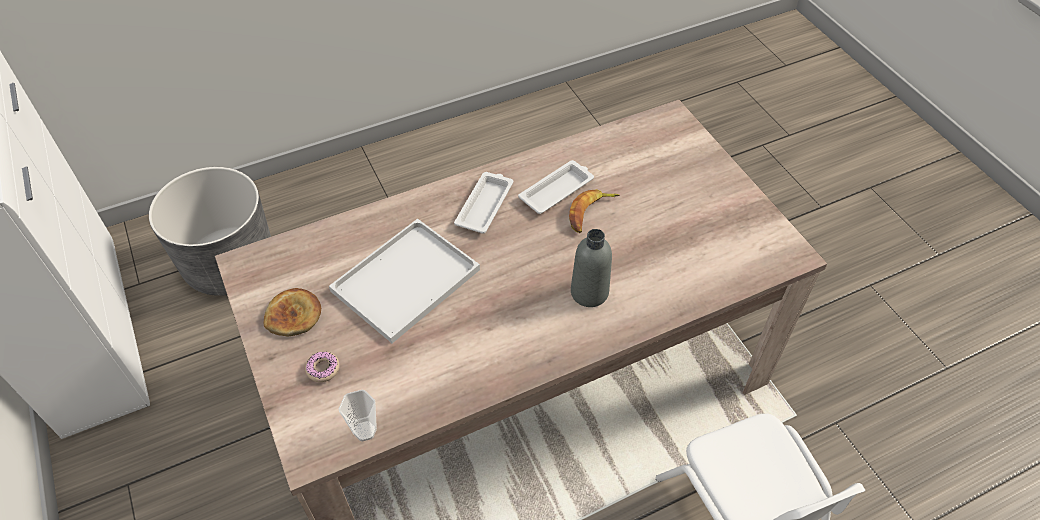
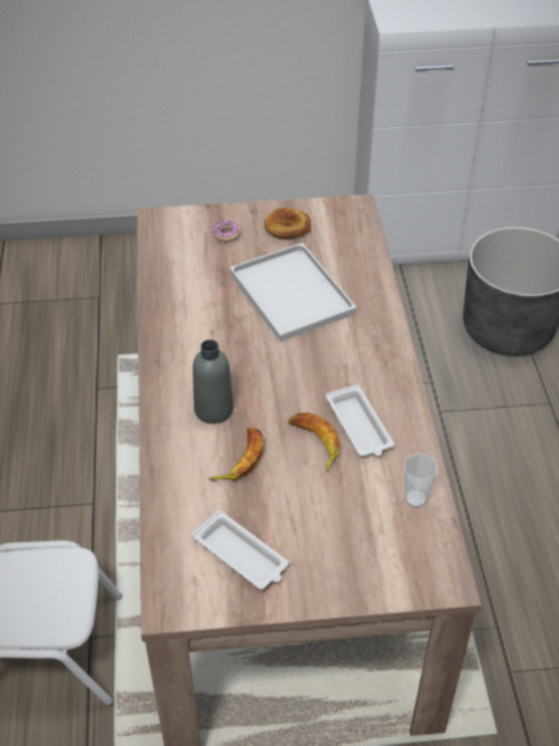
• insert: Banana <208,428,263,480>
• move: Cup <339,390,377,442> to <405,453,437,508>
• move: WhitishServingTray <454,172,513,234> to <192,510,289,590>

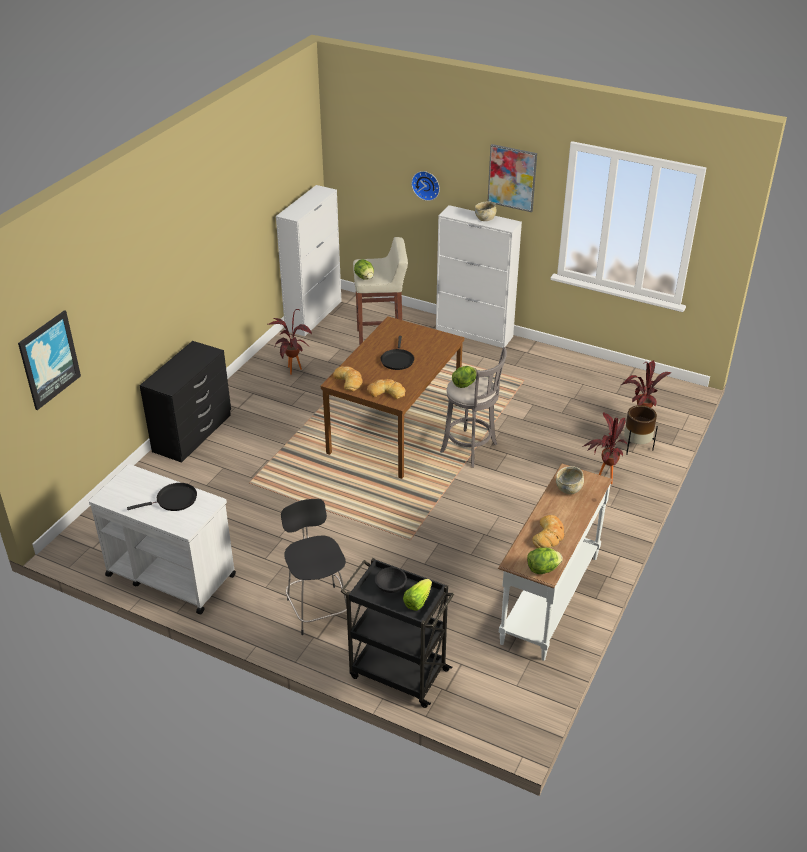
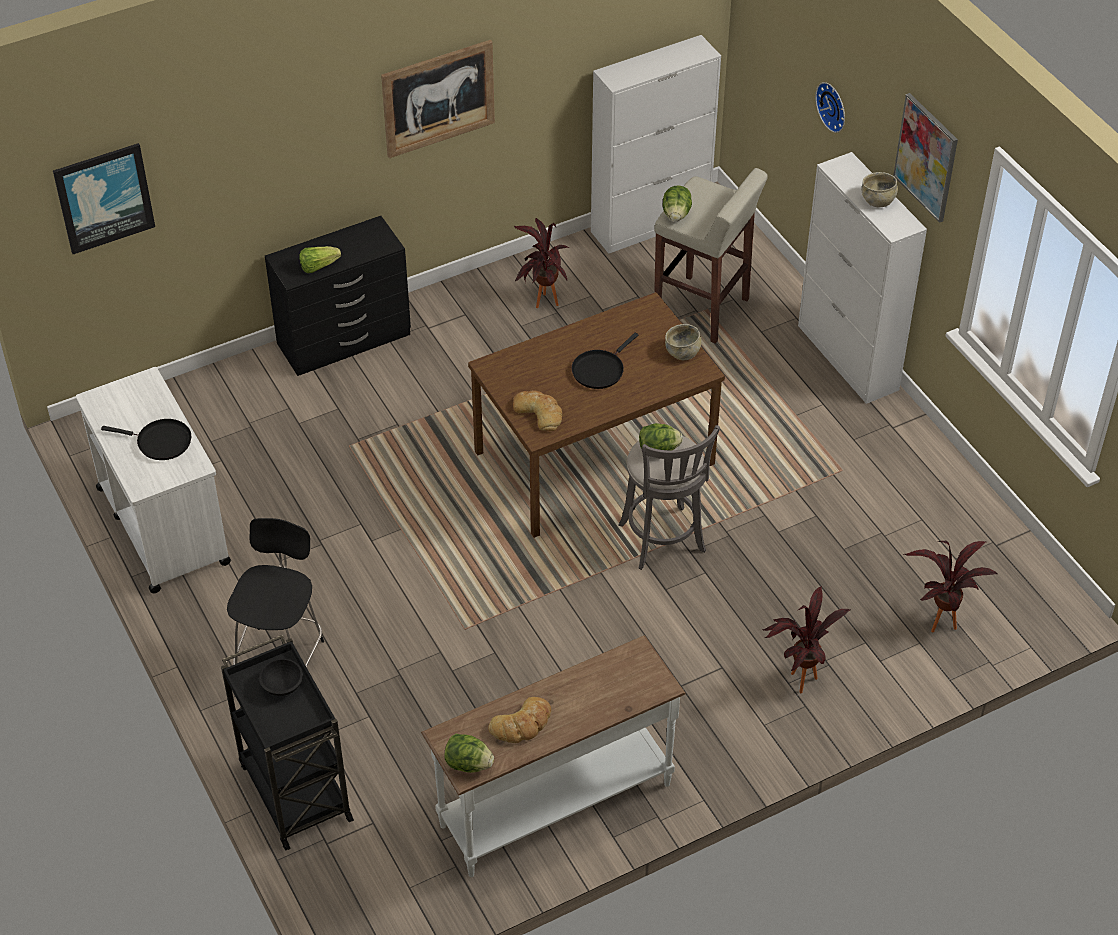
• delete: BakedBread <333,366,363,391>
• delete: BrownishPlanter <624,405,658,455>
• insert: WallArt <381,40,495,158>
• move: Lettuce <403,579,432,611> to <299,246,341,273>
• move: BeigeBowl <556,466,584,494> to <665,324,702,360>

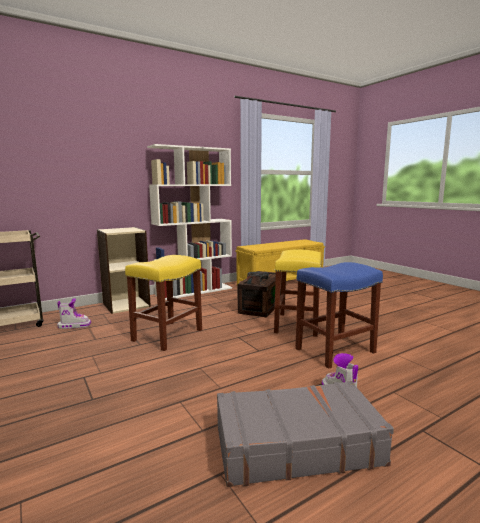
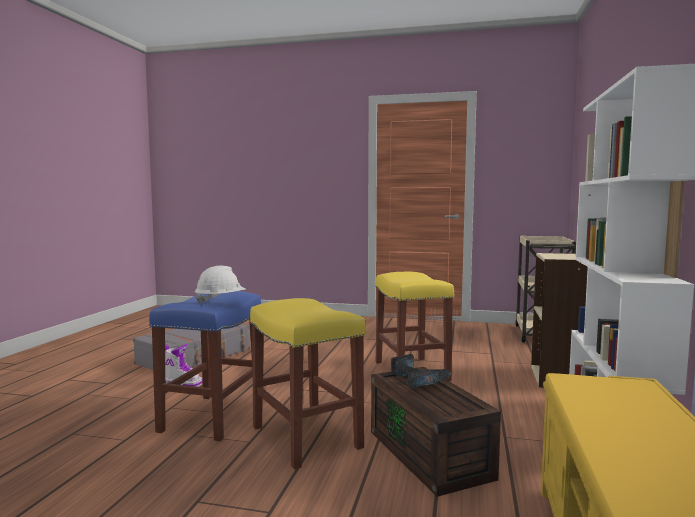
• delete: Boot <57,298,91,329>
• insert: WhitishWorkHelmet <195,266,246,304>

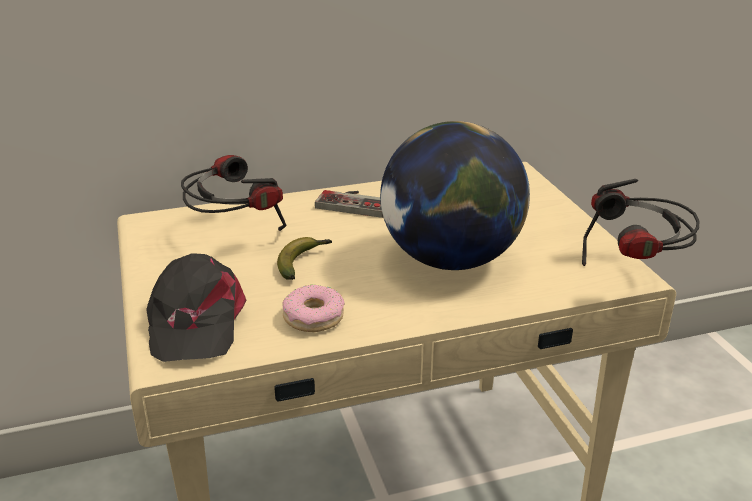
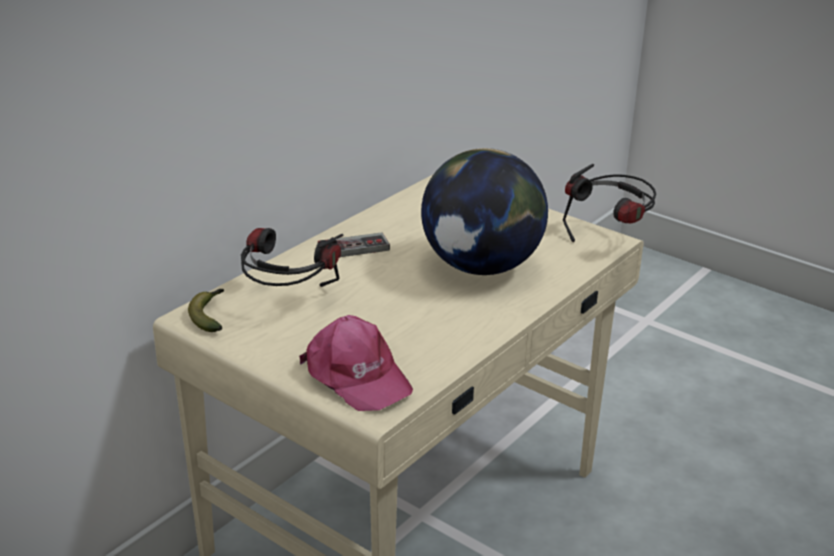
• delete: Donut <282,285,345,332>
• move: Banana <277,237,332,280> to <188,289,224,332>
• recolor: BlackColouredCap <146,253,246,362> to PinkishCap <299,315,413,411>

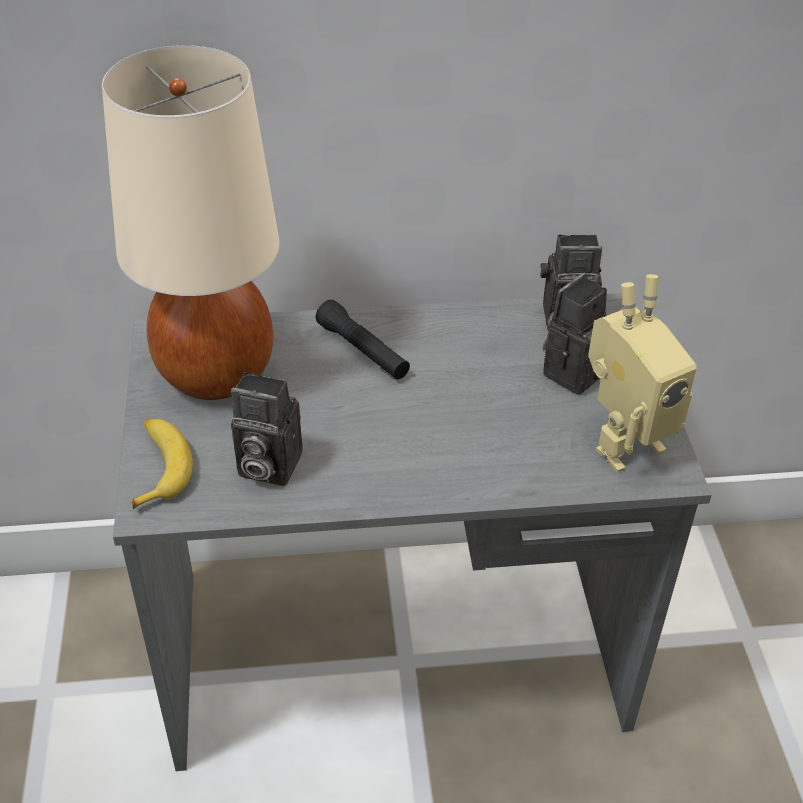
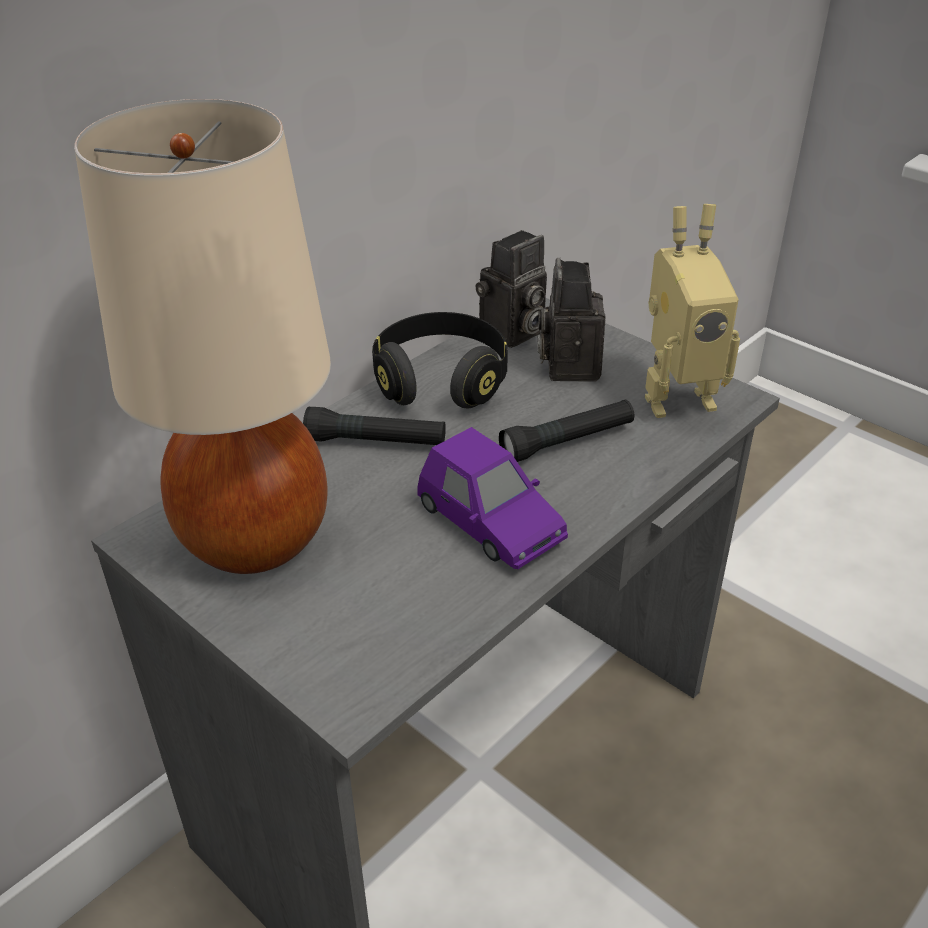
• delete: Banana <132,419,193,509>
• delete: PhotoCamera <231,372,303,486>
• insert: BlackColouredPairOfHeadphones <372,312,508,408>
• insert: PurpleMiniatureCar <417,427,568,569>
• insert: BlackColouredTorch <499,400,634,462>
• rotate: ToyRobot <588,274,697,473> = <645,204,740,418> 60 degrees clockwise

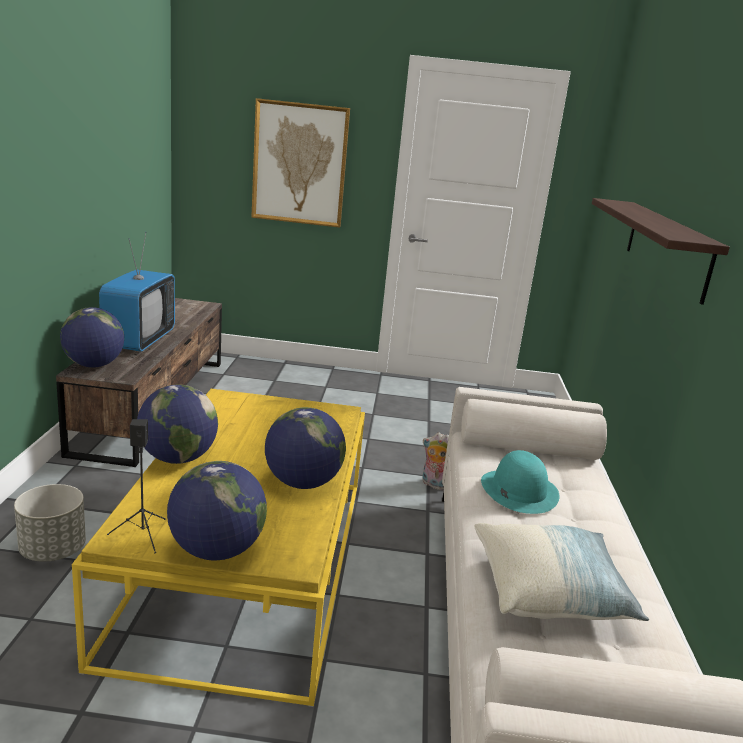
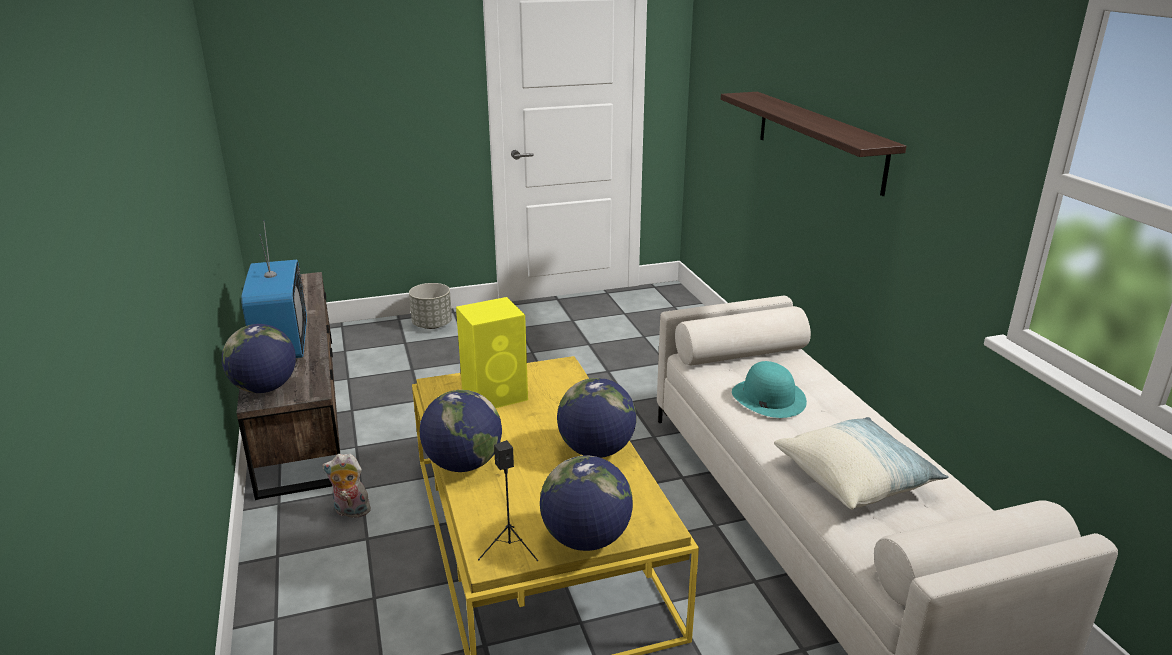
• delete: WallArt <251,98,350,228>
• insert: YellowSpeaker <456,297,528,408>
• move: GrayPlanter <14,484,86,562> to <409,283,452,329>
• move: SoftToy <422,433,449,490> to <322,454,373,518>

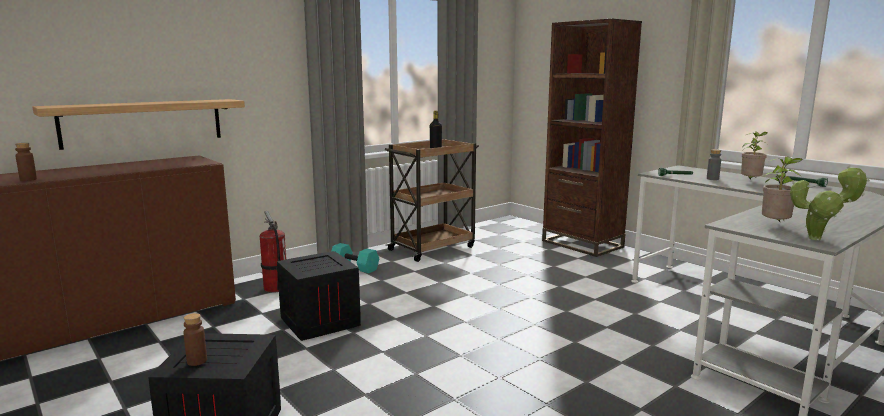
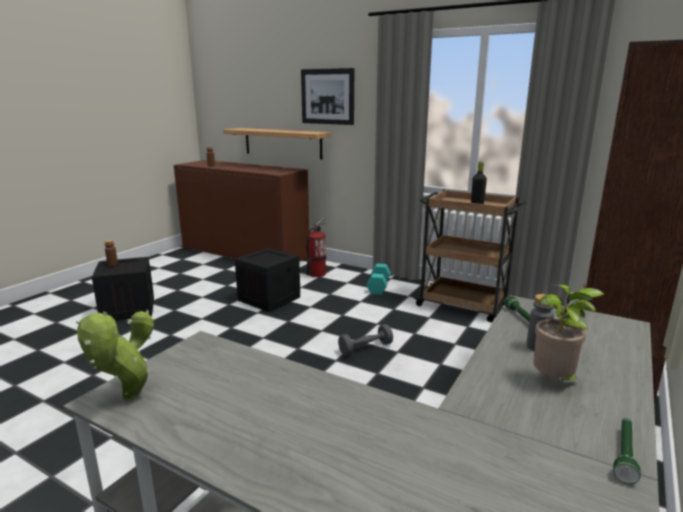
• delete: Houseplant <762,157,803,222>
• insert: WallArt <301,68,354,125>
• insert: GrayFreeWeight <338,324,393,356>

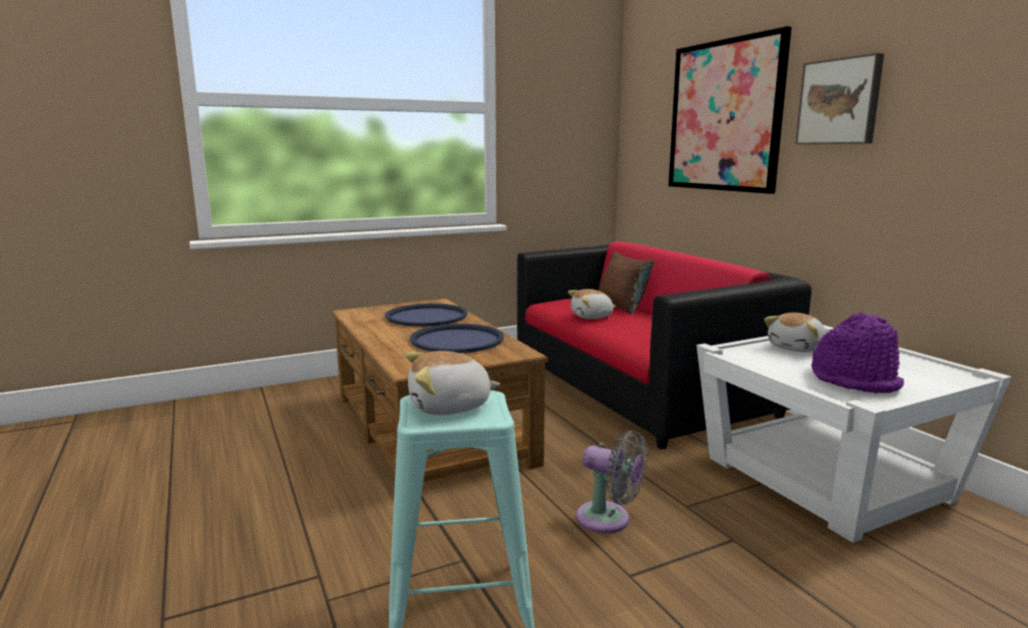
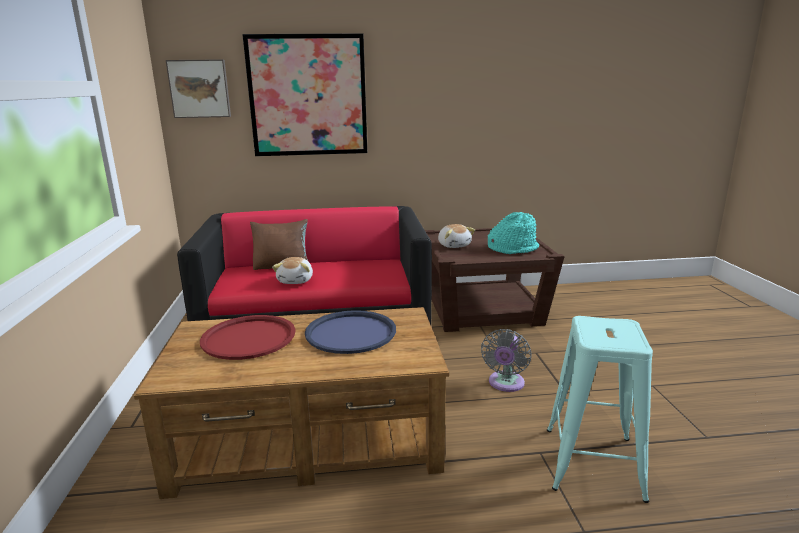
• delete: SoftToy <405,351,500,415>
• move: WallArt <795,53,884,144> to <166,59,231,118>
• recolor: BlueServingTray <385,303,468,326> to ReddishServingTray <200,315,296,360>
• recolor: WhitishEndTable <697,325,1012,543> to BrownishEndTable <425,228,565,332>
• recolor: PurpleHat <811,312,904,393> to BlueGreenHat <488,212,539,254>
• rotate: GrayCoolingFan <576,430,648,533> = <481,329,531,392> 150 degrees clockwise

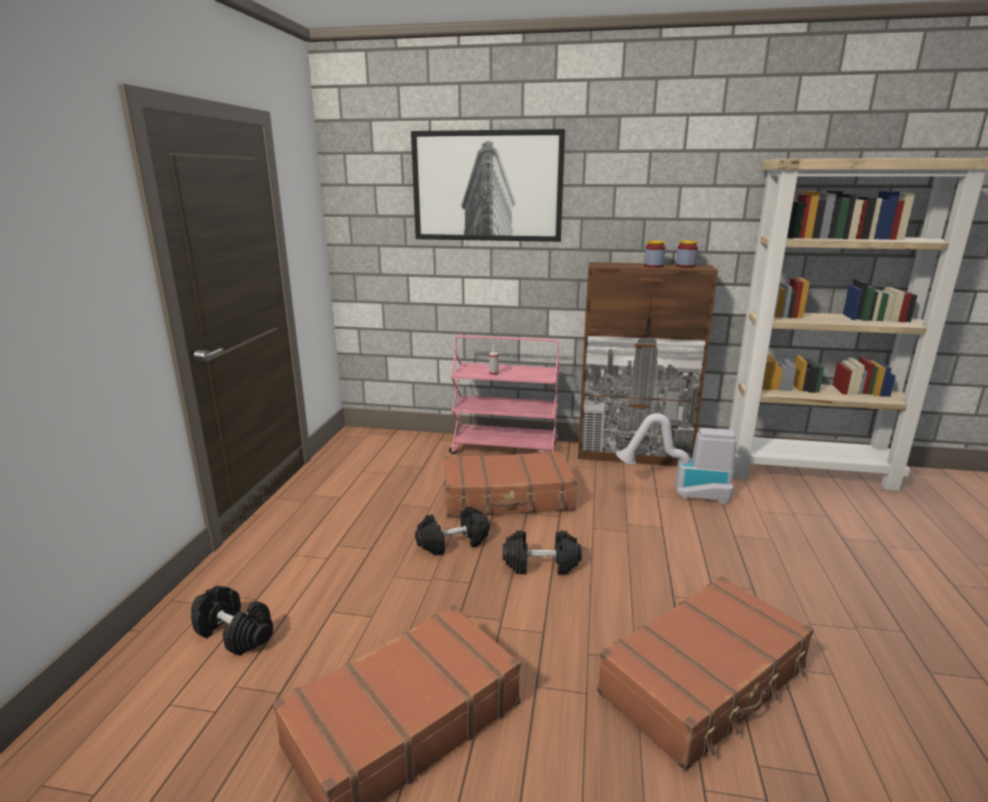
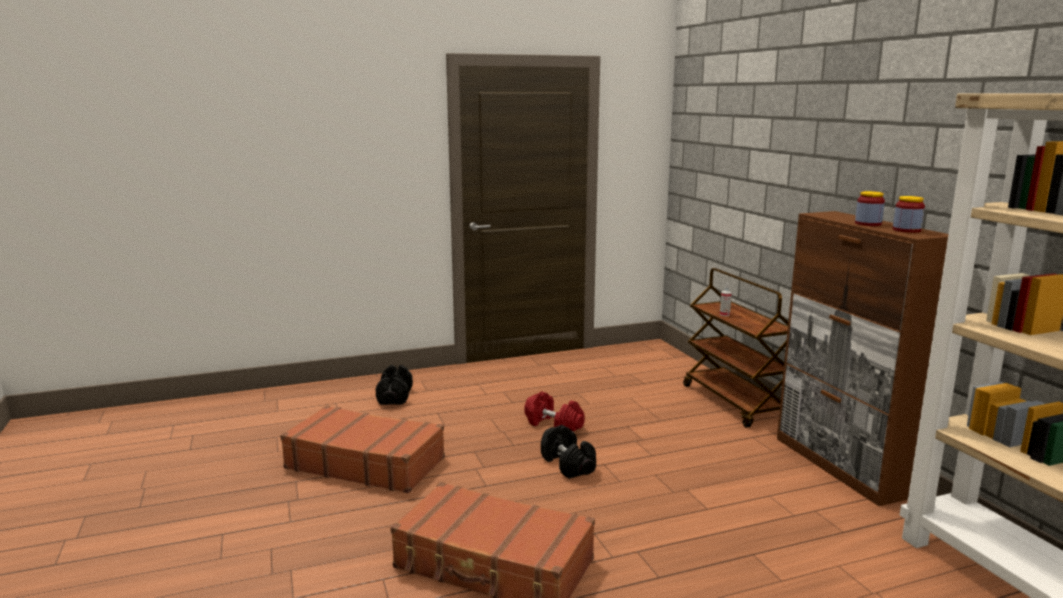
• delete: WallArt <411,129,565,242>
• delete: BrownishPieceOfLuggage <444,451,577,517>
• delete: Vacuum <616,413,737,504>
• recolor: BlackColouredFreeWeight <415,506,490,555> to ReddishFreeWeight <525,391,585,431>
• recolor: PinkishCart <449,335,559,454> to BrownishCart <683,268,788,428>

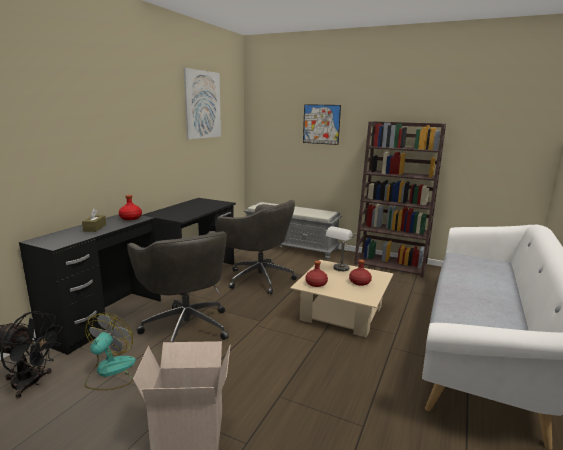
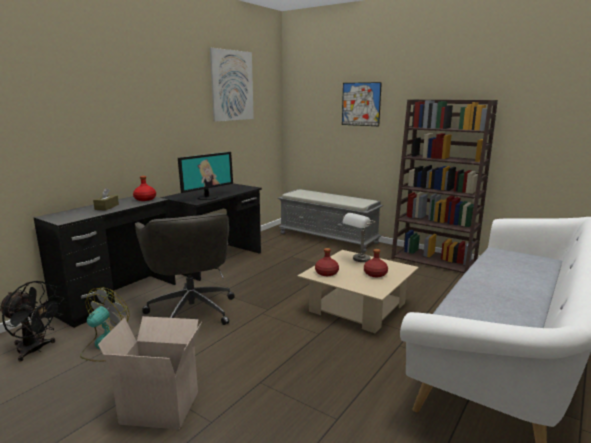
• delete: GrayOfficeChair <215,200,297,294>
• insert: ComputerScreen <178,152,233,200>

